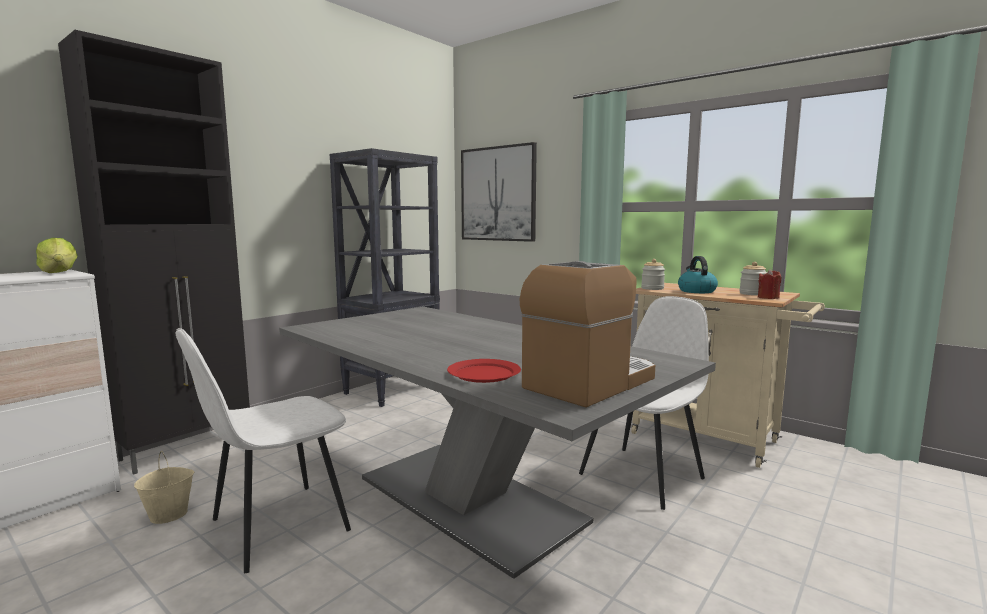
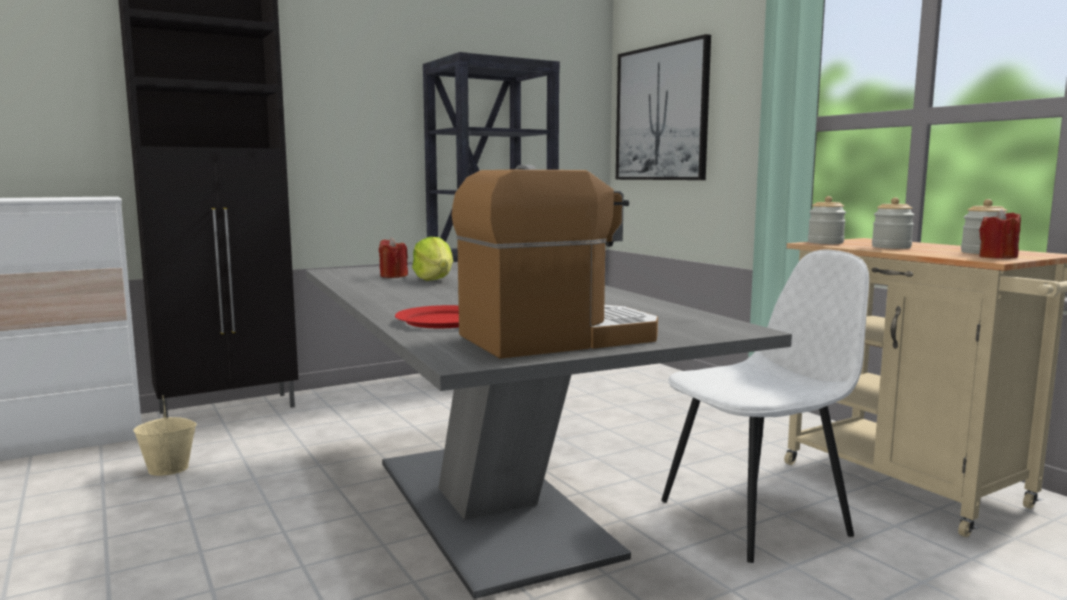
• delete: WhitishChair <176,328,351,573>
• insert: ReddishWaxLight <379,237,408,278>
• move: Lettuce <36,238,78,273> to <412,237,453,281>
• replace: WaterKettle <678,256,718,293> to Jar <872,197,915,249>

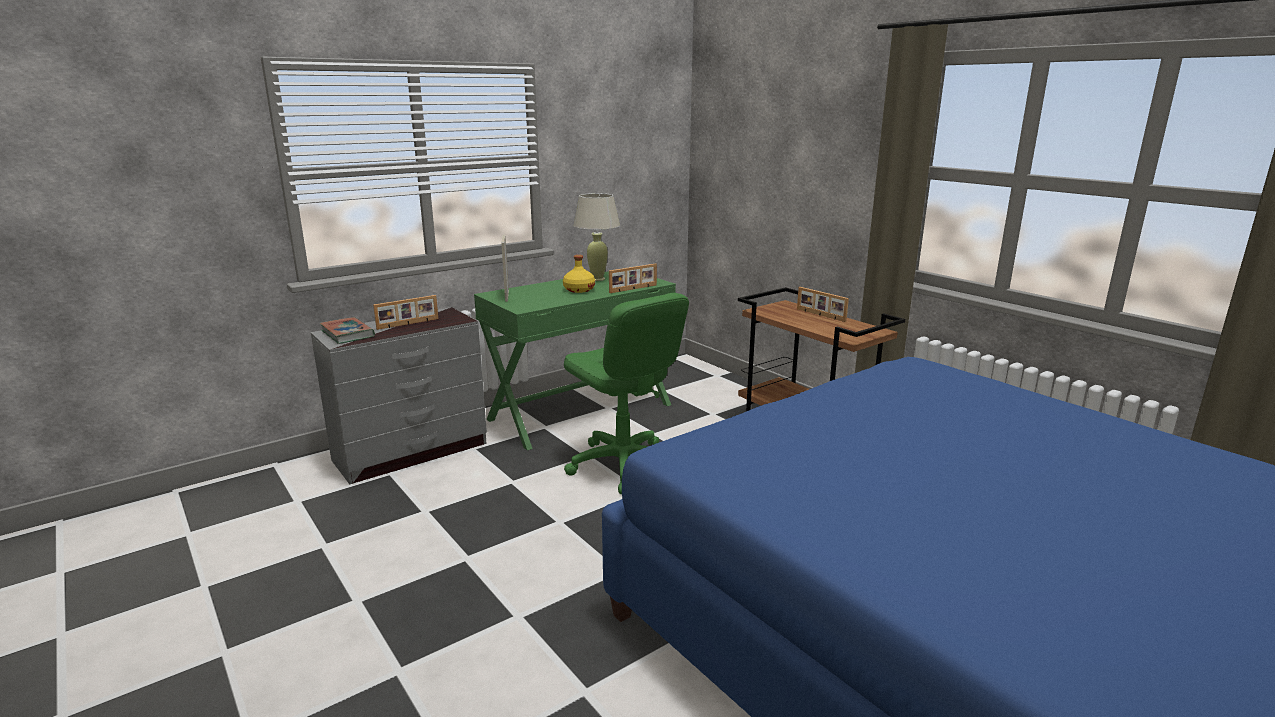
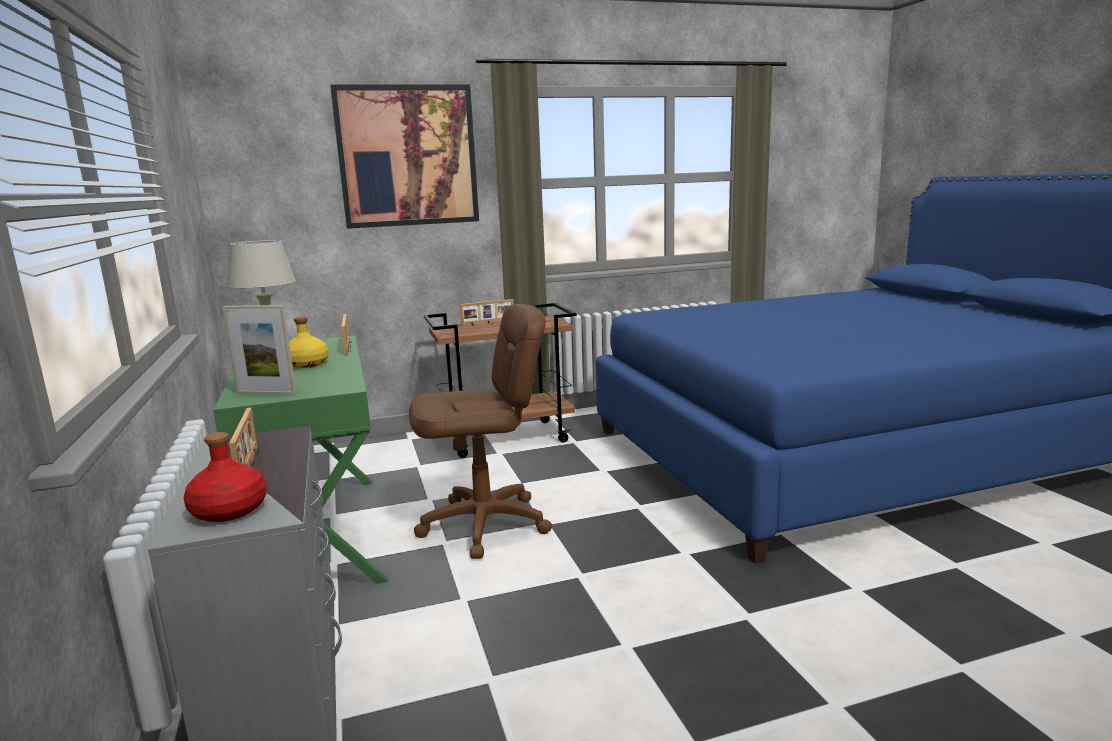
• insert: WallArt <330,84,479,229>
• replace: Book <320,317,375,344> to ReddishBeverageBottle <184,432,267,522>
• recolor: GreenishOfficeChair <564,293,689,494> to BrownishOfficeChair <409,304,552,559>

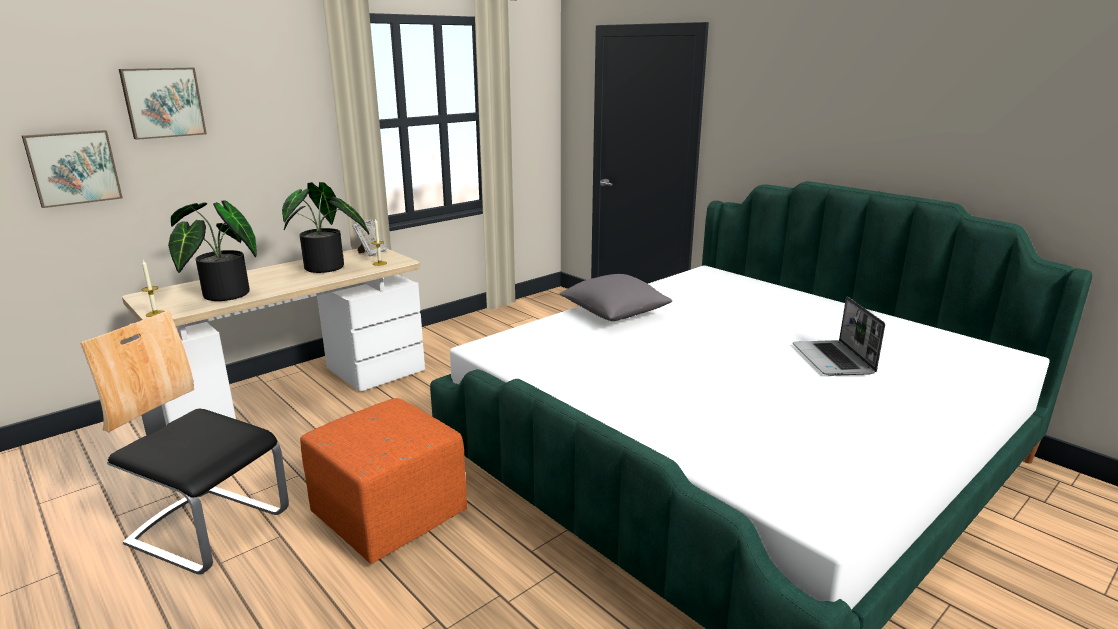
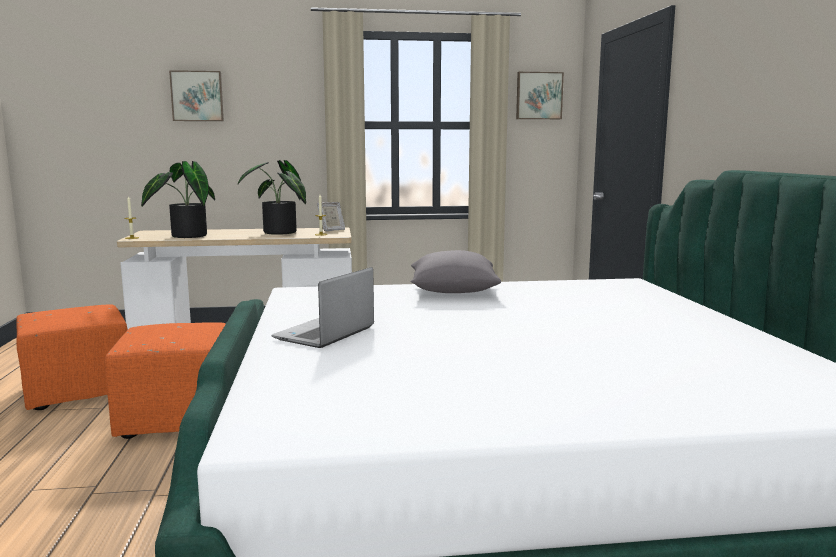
• move: WallArt <21,130,123,208> to <516,72,564,119>
• move: PortableComputer <793,296,885,376> to <271,267,374,348>
• replace: Chair <80,310,289,575> to OrangeFootrest <16,304,128,410>

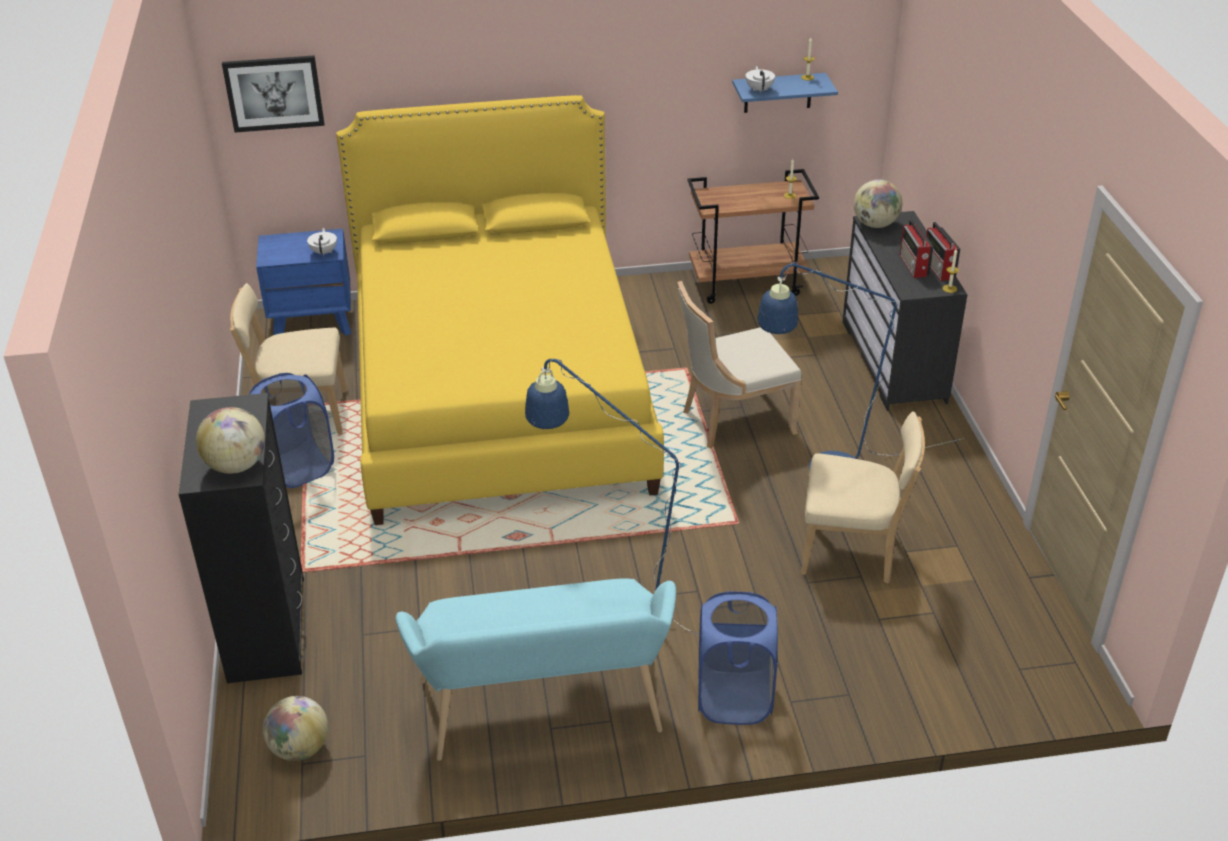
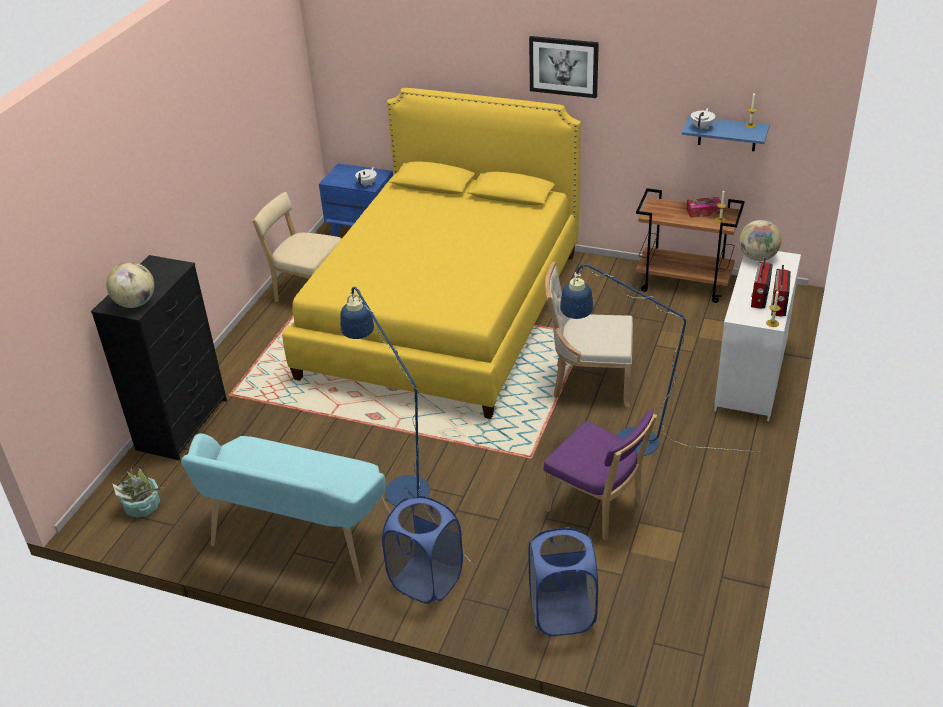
• insert: TissueBox <686,197,721,218>
• move: WallArt <222,55,324,132> to <529,36,599,98>
• move: BlueWashingBasket <249,373,334,488> to <528,527,598,636>
• replace: Globe <263,696,328,761> to Houseplant <112,467,164,517>
• recolor: BeigeChair <801,411,925,583> to PurpleChair <543,409,657,541>
• recolor: BlackColouredDresser <843,211,967,411> to WhitishDresser <714,251,801,421>

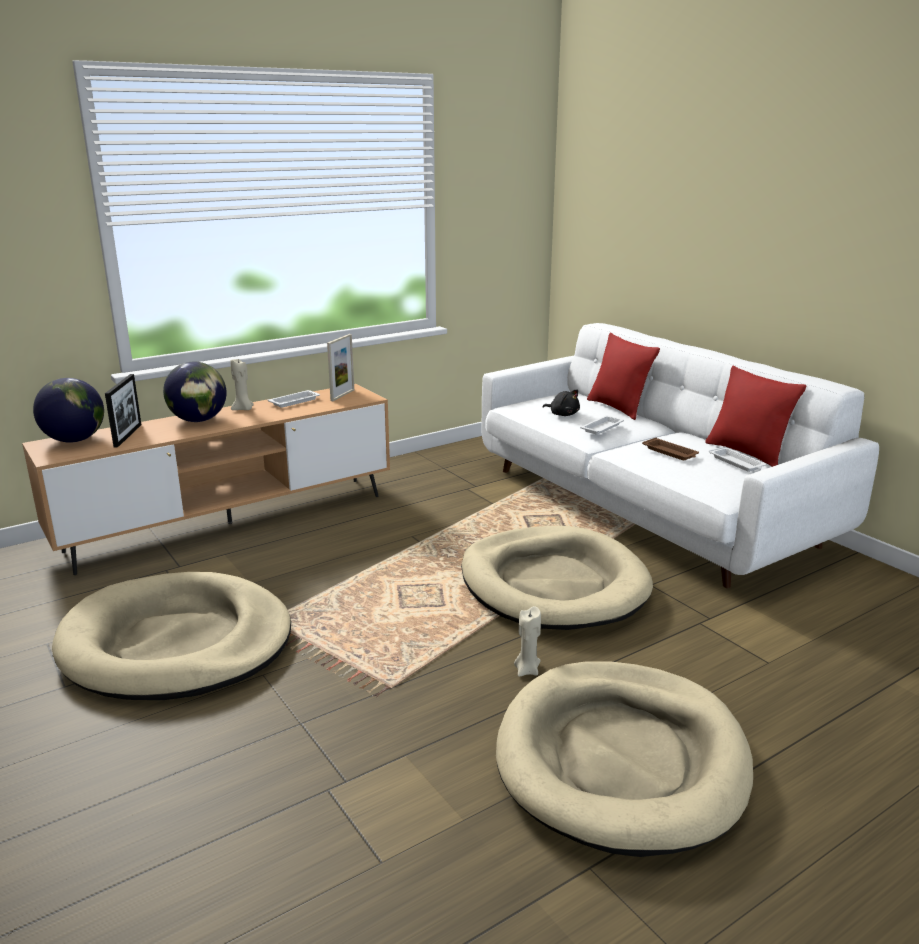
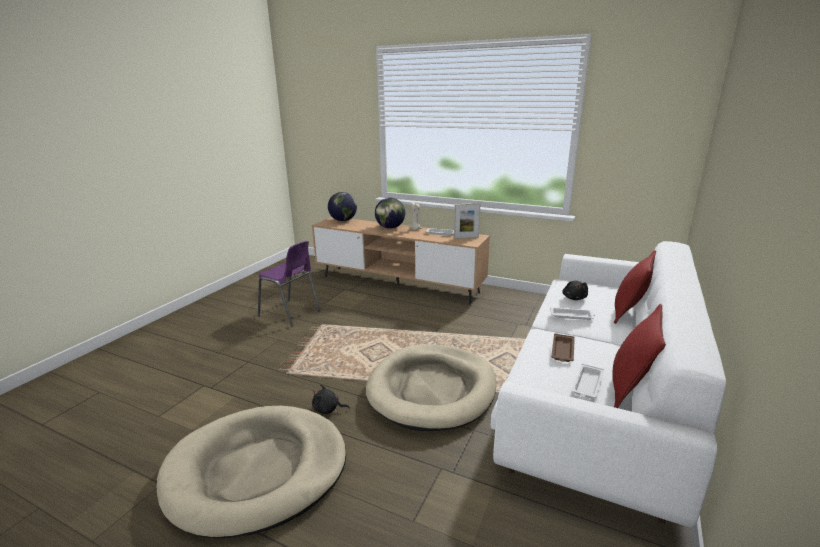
• delete: PictureFrame <105,374,141,447>
• replace: BeigeDogBed <52,572,291,700> to PurpleChair <258,241,320,327>
• replace: BeigeWaxLight <514,606,541,677> to BlackColouredSoftToy <312,384,350,414>

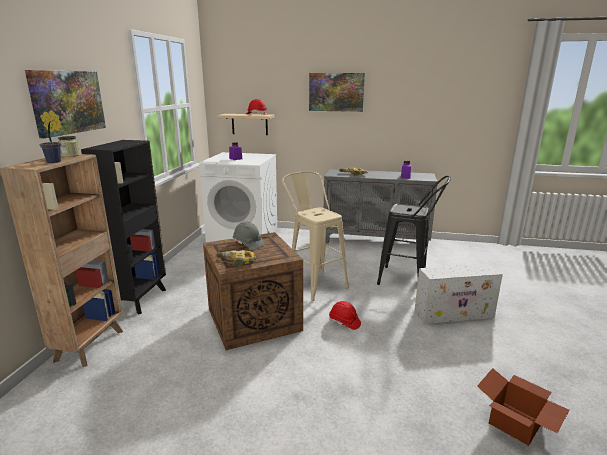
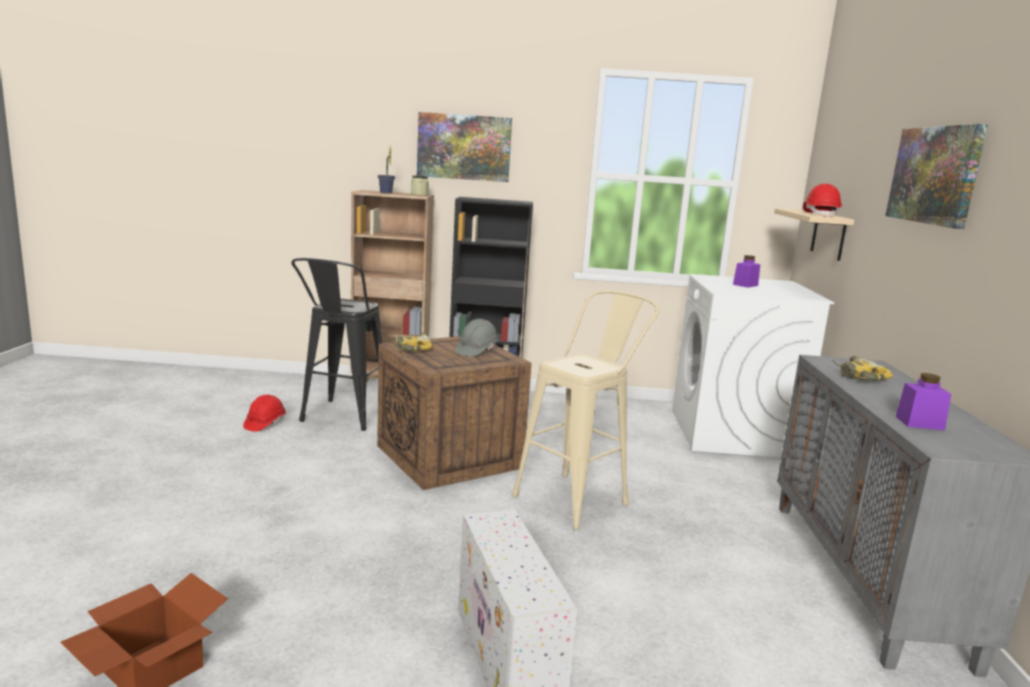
• move: ReddishWorkHelmet <329,301,361,330> to <243,395,286,432>
• move: BlackColouredStoolSeat <377,176,451,285> to <291,258,383,431>

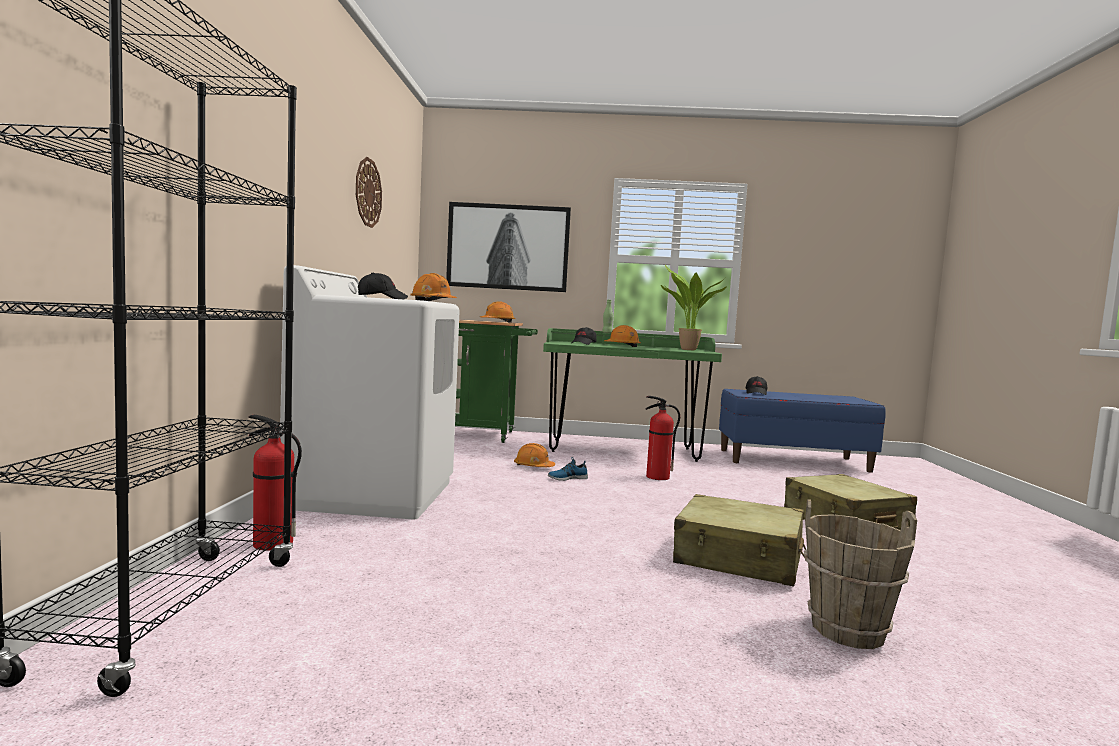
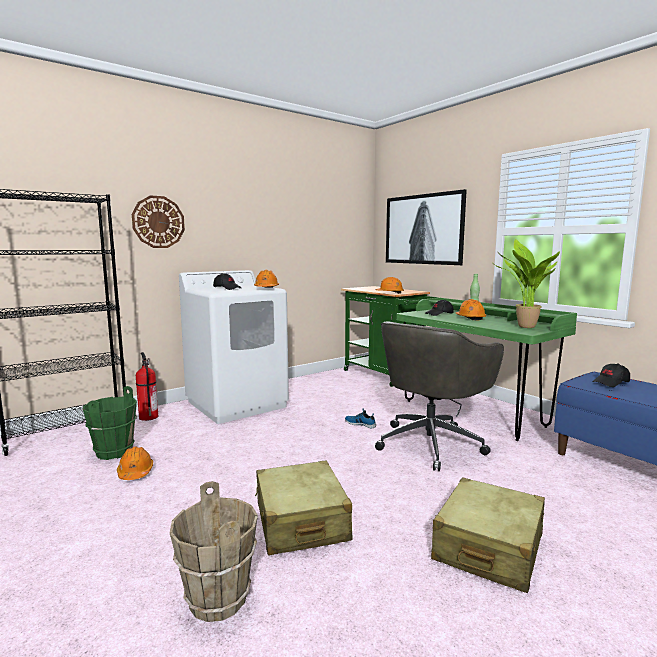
• insert: GreenishPail <83,386,137,460>
• move: HangingClock <356,157,382,228> to <132,195,185,248>
• move: OrangeWorkHelmet <514,443,555,467> to <117,446,153,480>
• replace: FireExtinguisher <646,396,680,480> to GrayOfficeChair <375,321,504,471>

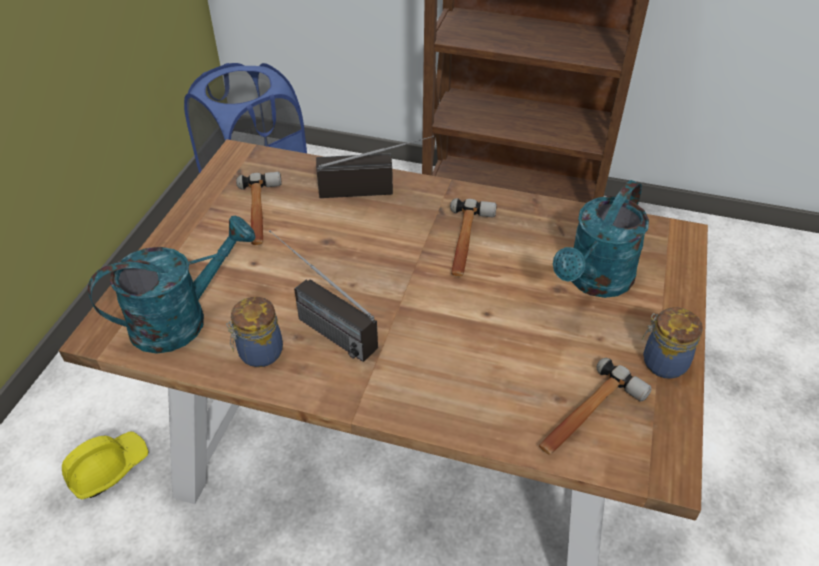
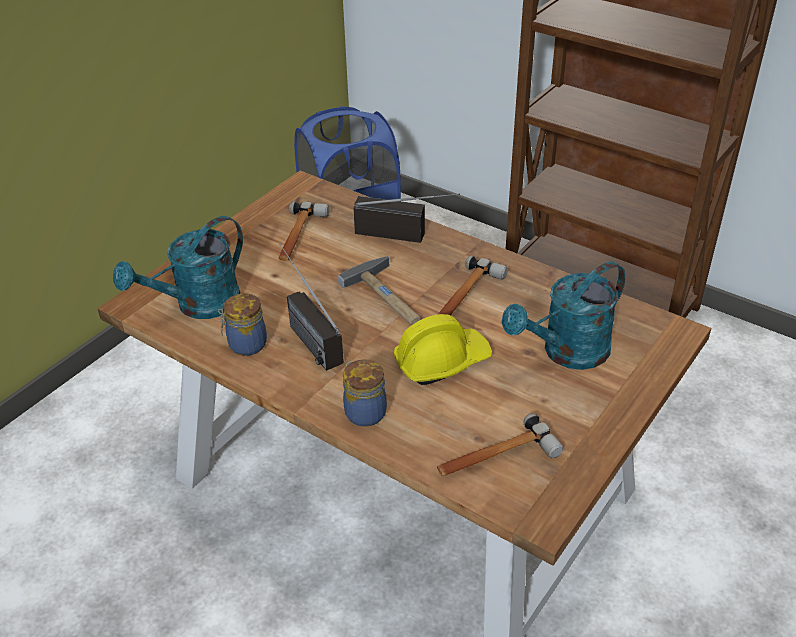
• insert: ToolHammer <337,256,420,325>
• move: YellowWorkHelmet <62,431,149,499> to <394,314,492,385>
• move: Jar <642,307,703,379> to <343,359,387,427>
• rotate: BlueGreenSprinklingCan <88,216,256,354> = <113,216,243,319> 150 degrees clockwise

